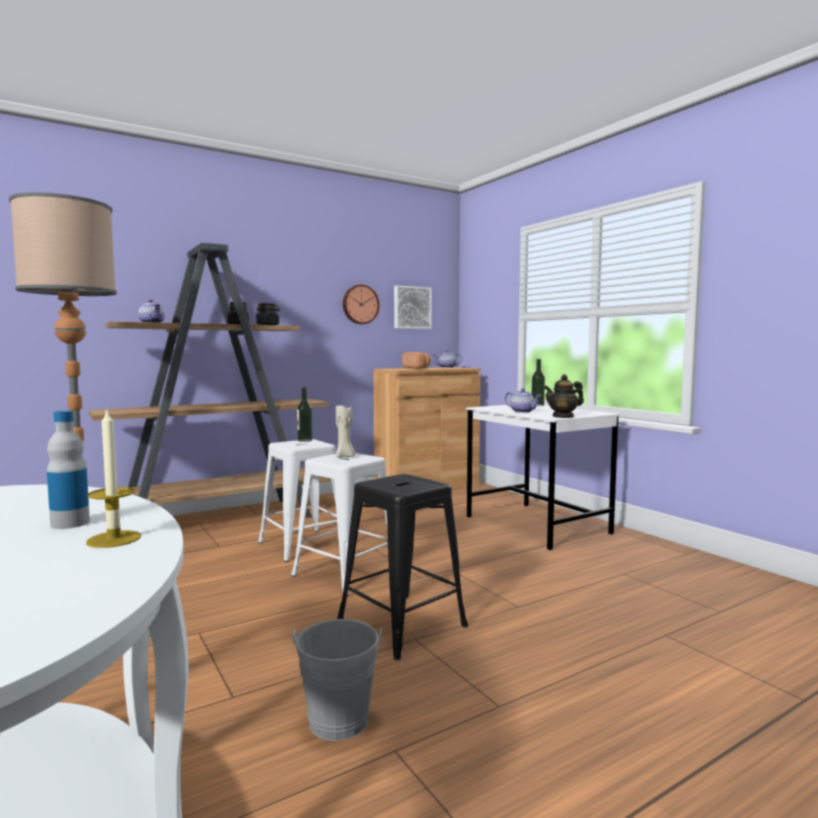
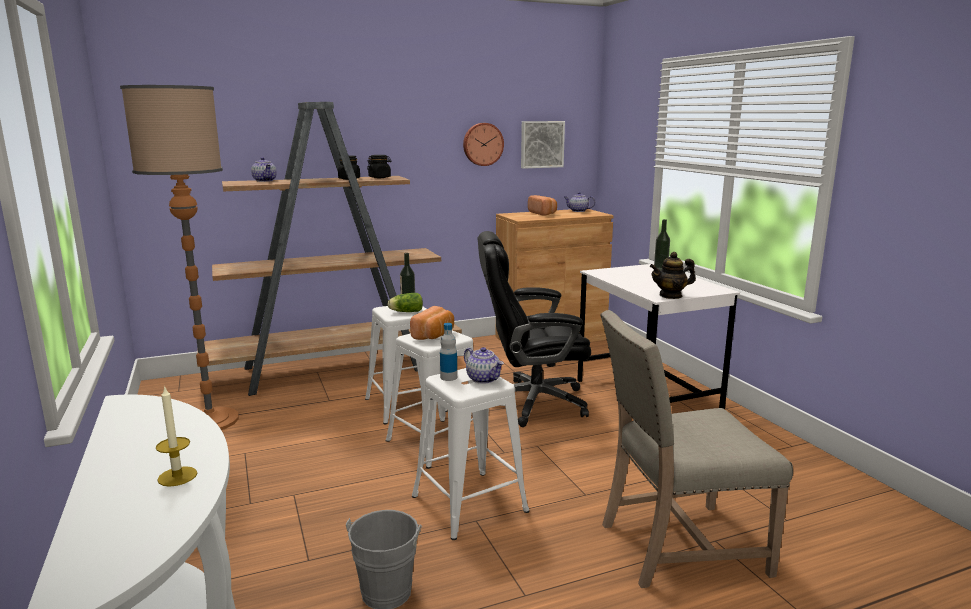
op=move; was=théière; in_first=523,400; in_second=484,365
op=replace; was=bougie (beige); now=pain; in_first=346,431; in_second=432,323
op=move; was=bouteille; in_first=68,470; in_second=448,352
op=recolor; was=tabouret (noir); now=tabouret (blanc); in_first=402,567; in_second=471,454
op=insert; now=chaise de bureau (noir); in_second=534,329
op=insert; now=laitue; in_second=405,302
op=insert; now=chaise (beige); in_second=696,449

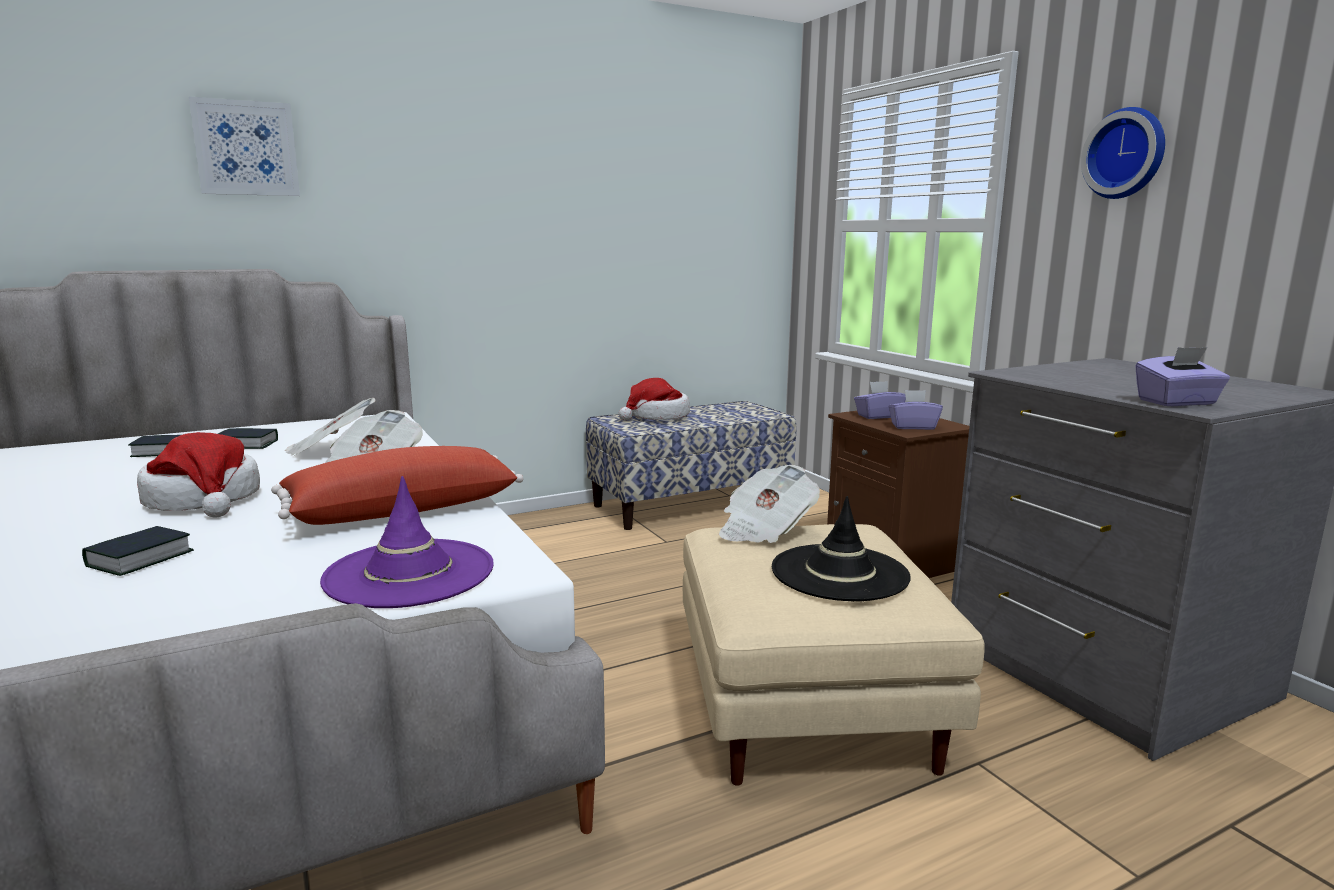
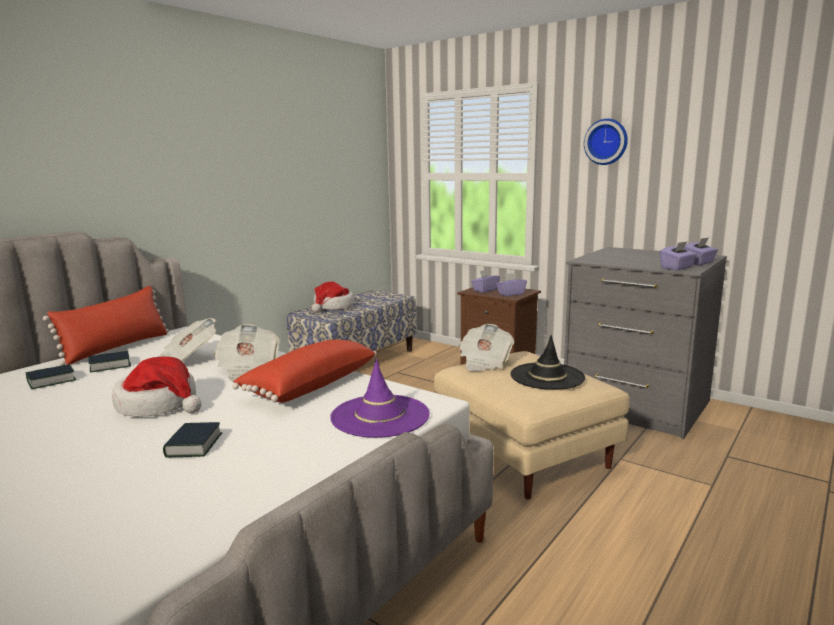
op=delete; was=tableau; in_first=244,146
op=insert; now=boîte à mouchoirs (violet); in_second=701,251
op=insert; now=coussin (rouge); in_second=106,326

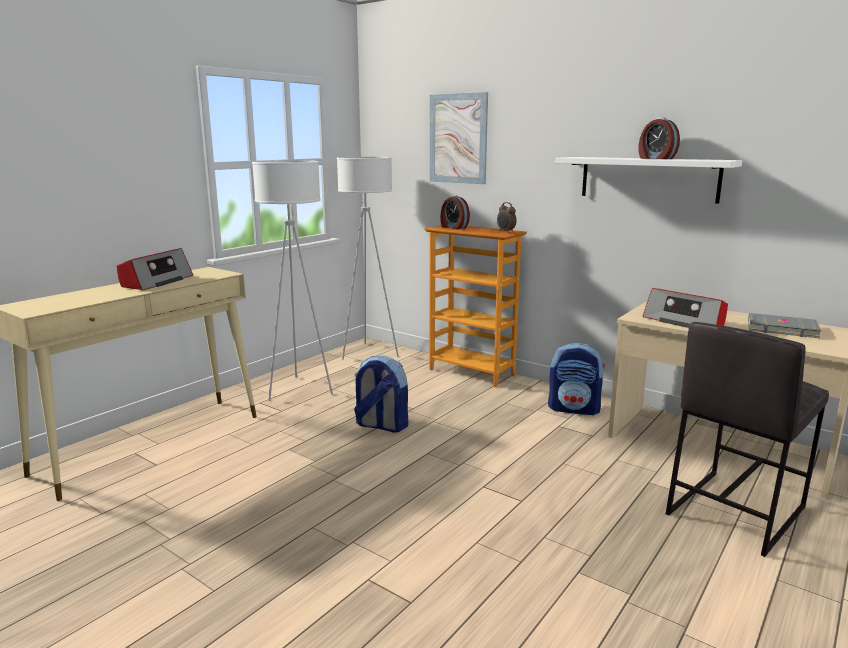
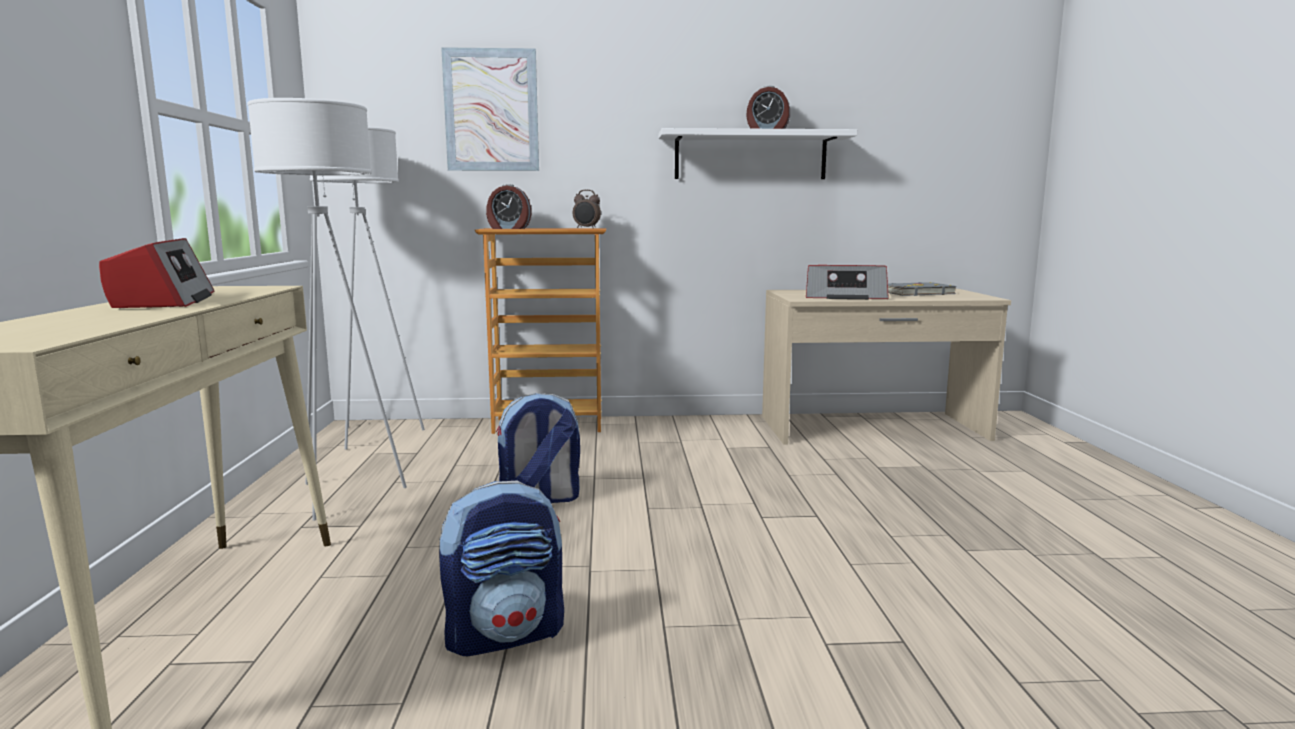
op=delete; was=tabouret (gris); in_first=747,439
op=move; was=sac à dos; in_first=576,379; in_second=501,568

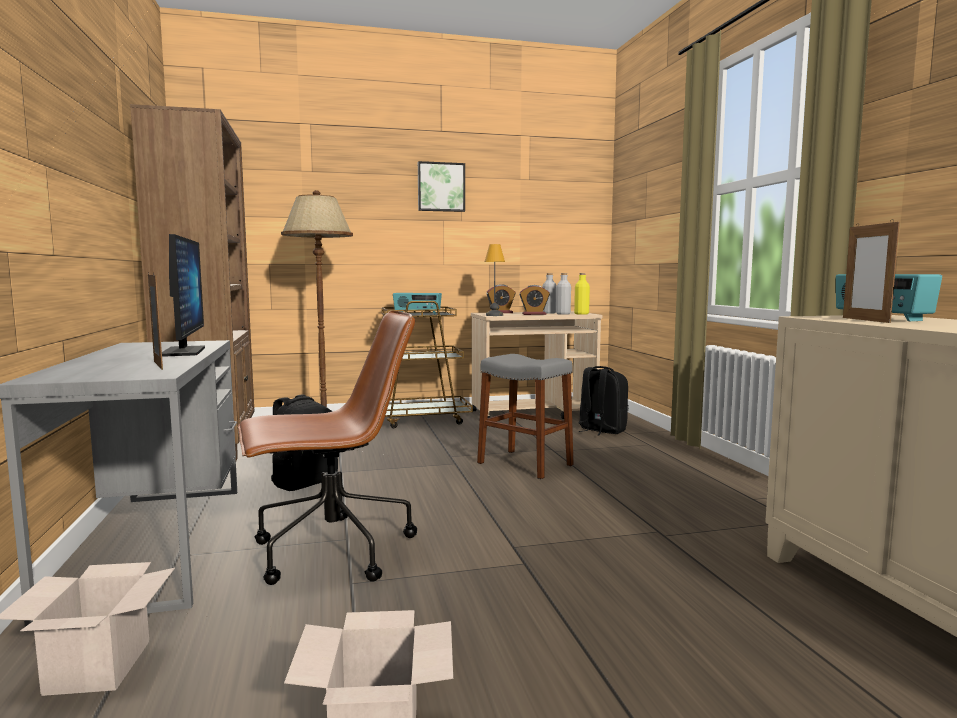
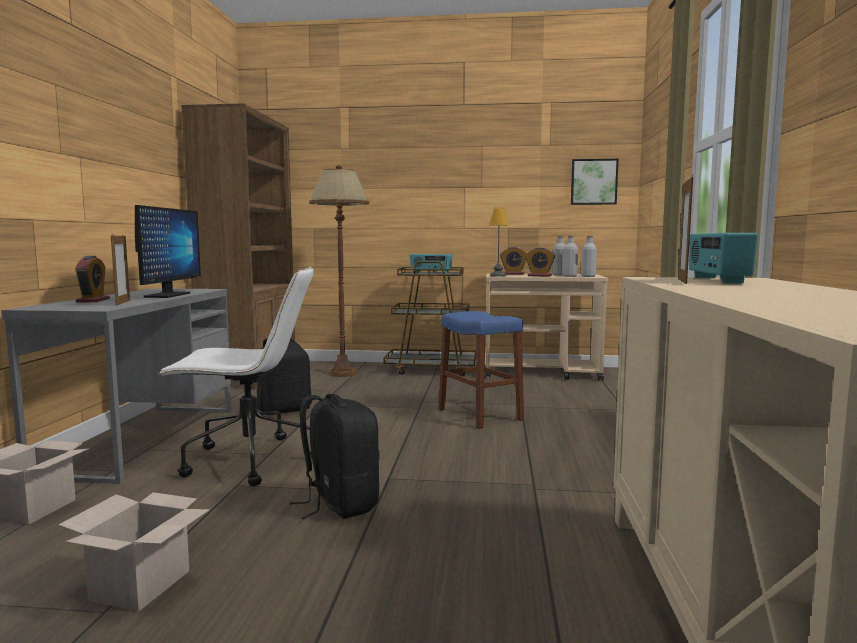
op=move; was=tableau; in_first=441,186; in_second=595,182
op=recolor; was=bouteille (jaune); now=bouteille (gris); in_first=582,294; in_second=589,256
op=recolor; was=chaise de bureau (marron); now=chaise de bureau (blanc); in_first=327,448; in_second=235,376
op=recolor; was=tabouret (gris); now=tabouret (bleu); in_first=525,416; in_second=481,370
op=move; was=sac à dos (noir); in_first=603,401; in_second=334,456
op=insert; now=réveil; in_second=92,279

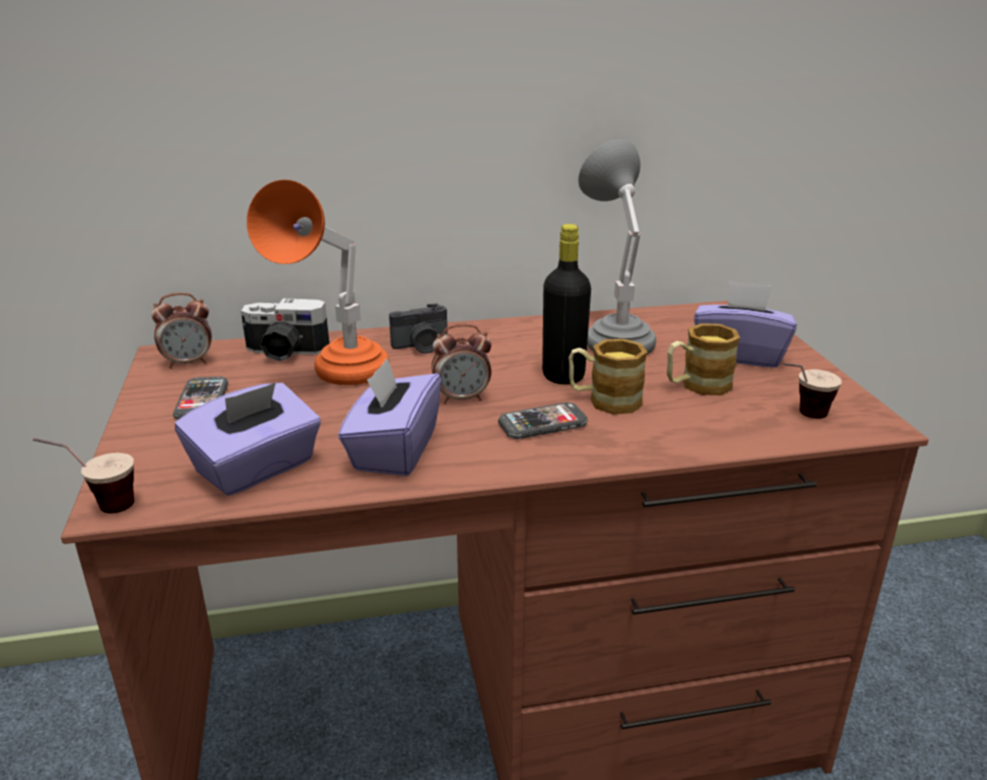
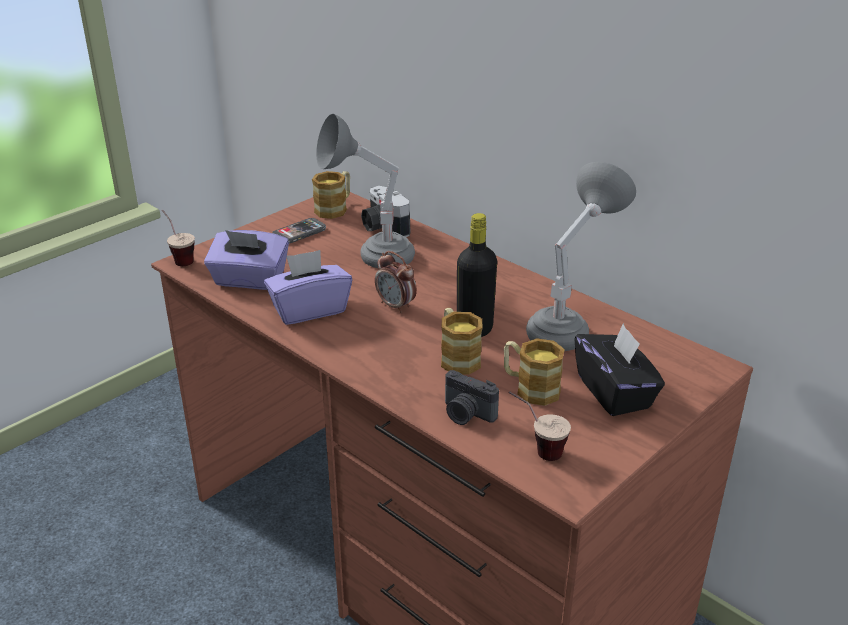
op=recolor; was=lampe de table (orange); now=lampe de table (gris); in_first=318,282; in_second=365,191
op=recolor; was=boîte à mouchoirs (violet); now=boîte à mouchoirs (noir); in_first=745,324; in_second=619,369
op=replace; was=réveil; now=mug; in_first=181,330; in_second=331,195
op=move; was=appareil photo; in_first=418,328; in_second=472,397
op=delete; was=téléphone; in_first=543,420

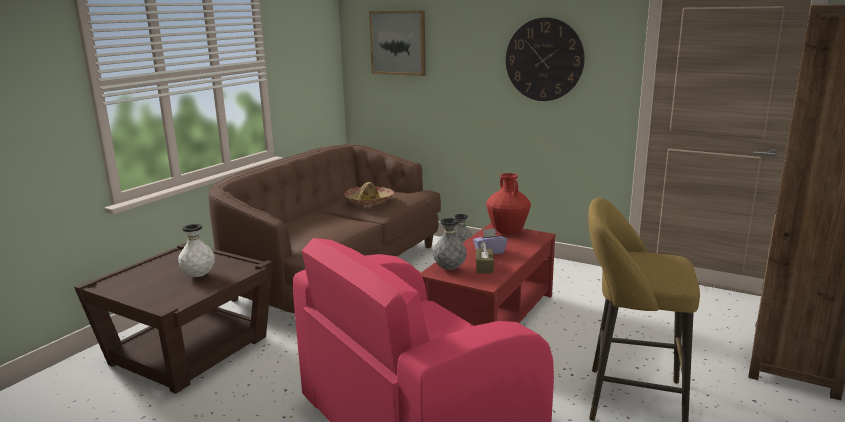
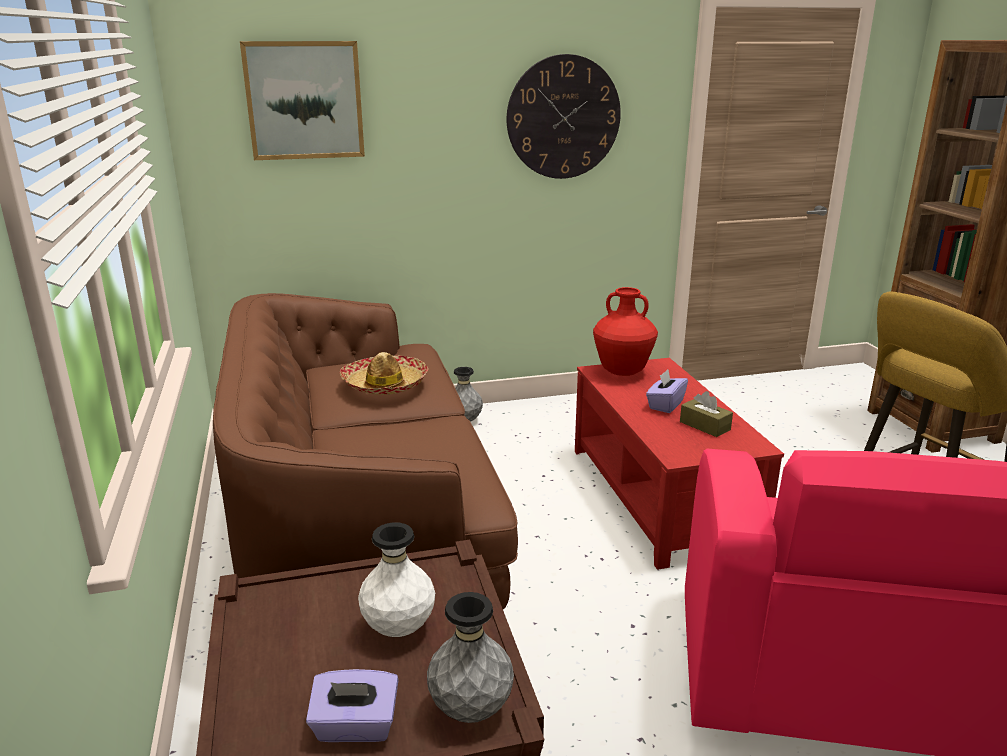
op=move; was=vase (gris); in_first=450,244; in_second=470,657
op=insert; now=boîte à mouchoirs (violet); in_second=352,705

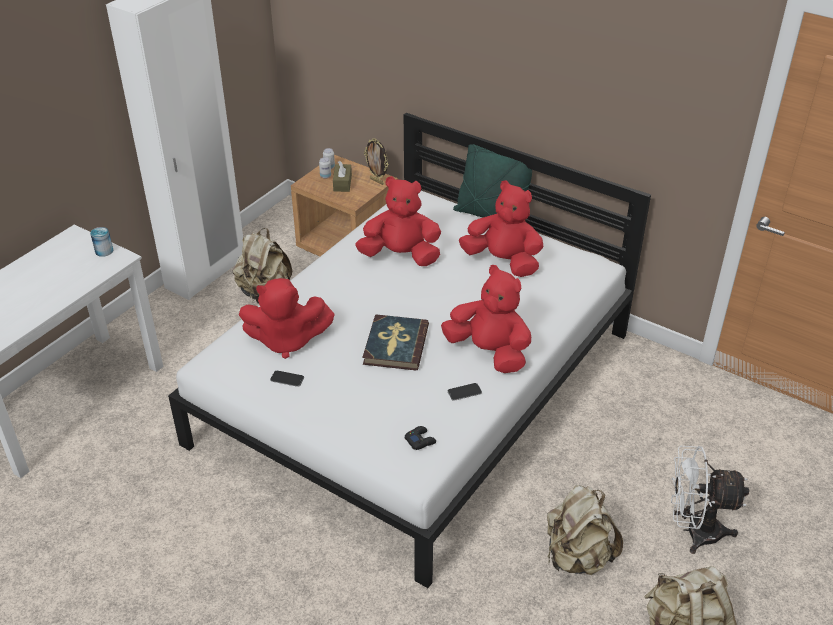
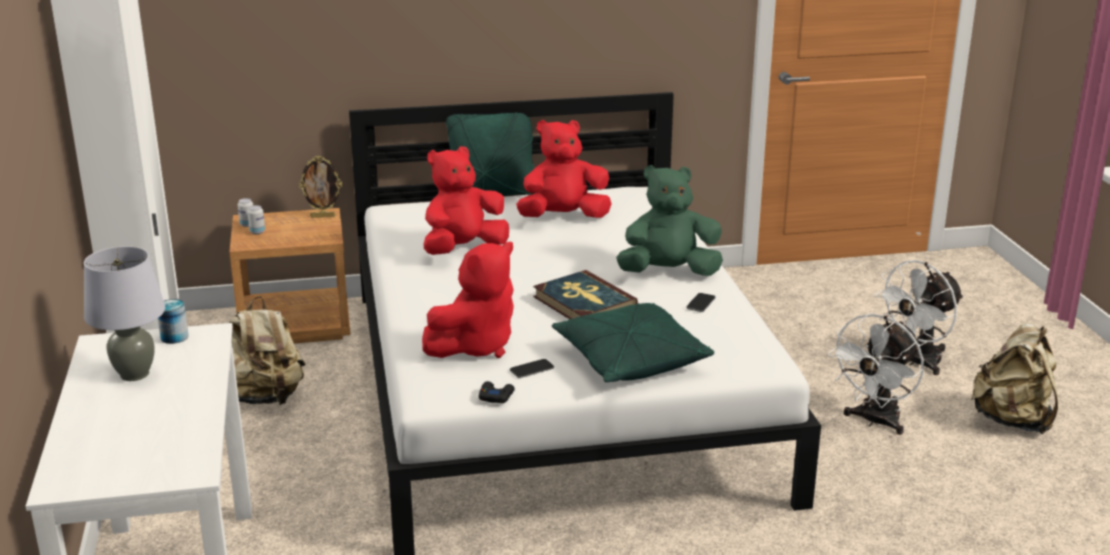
op=delete; was=boîte à mouchoirs (marron); in_first=342,176
op=recolor; was=peluche (rouge); now=peluche (vert); in_first=486,319; in_second=669,220
op=move; was=manette (noir); in_first=420,438; in_second=497,392
op=replace; was=sac à dos (beige); now=ventilateur (blanc); in_first=585,530; in_second=876,374
op=insert; now=lampe de table (gris); in_second=124,313
op=insert; now=coussin (vert); in_second=633,342

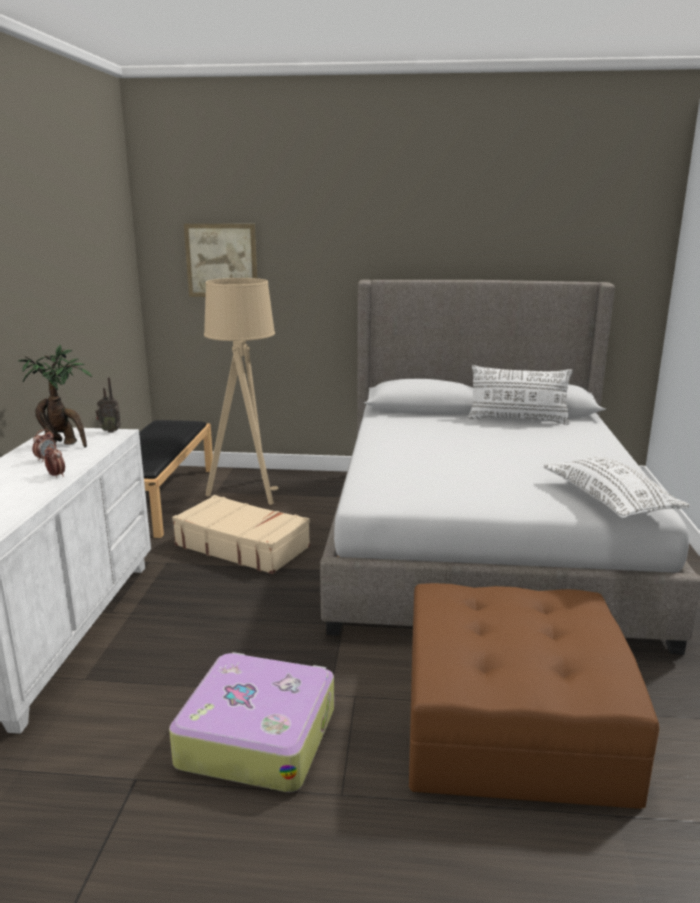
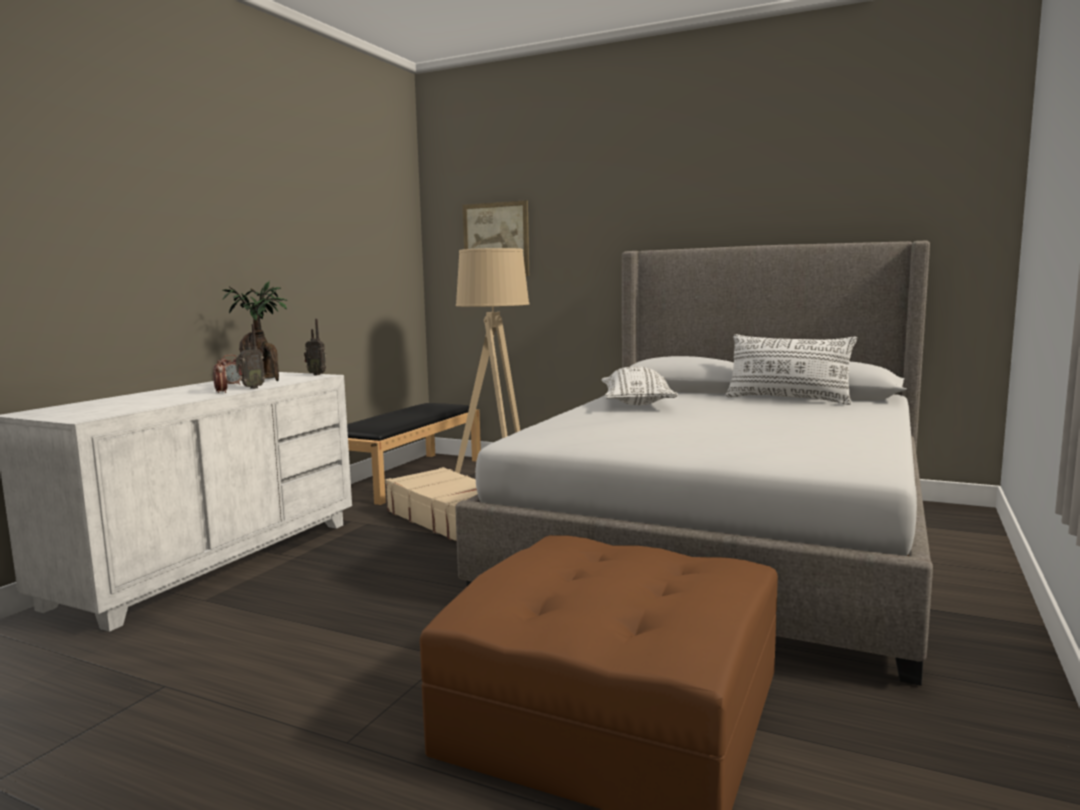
op=move; was=coussin (blanc); in_first=616,487; in_second=639,385
op=delete; was=valise; in_first=251,722
op=insert; now=radio; in_second=250,356

